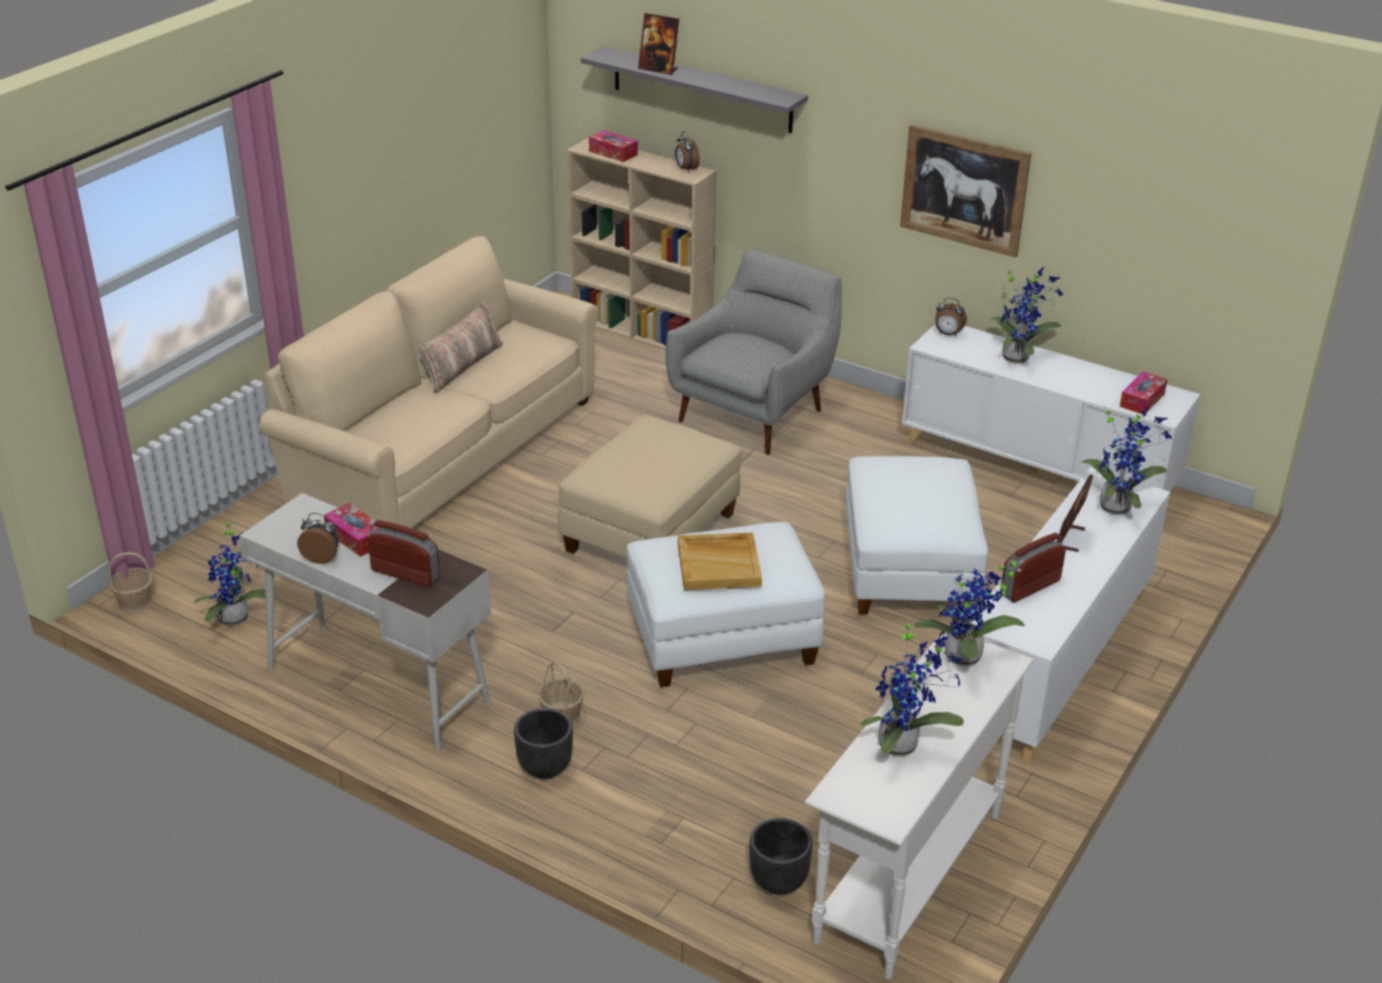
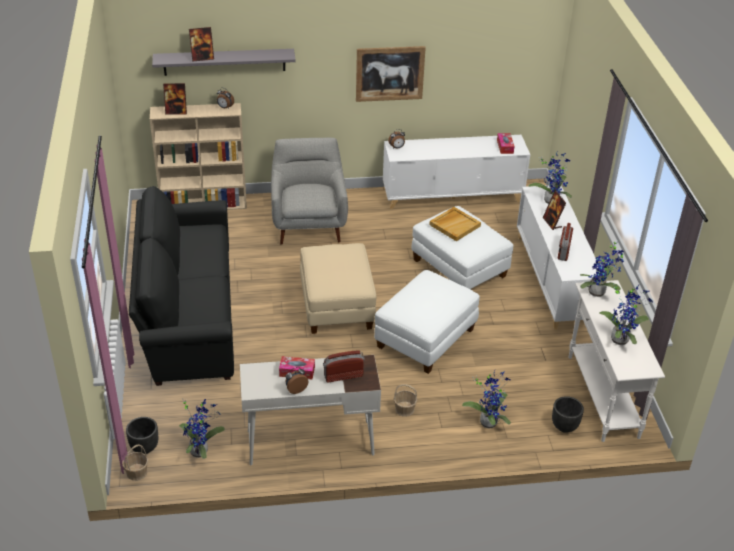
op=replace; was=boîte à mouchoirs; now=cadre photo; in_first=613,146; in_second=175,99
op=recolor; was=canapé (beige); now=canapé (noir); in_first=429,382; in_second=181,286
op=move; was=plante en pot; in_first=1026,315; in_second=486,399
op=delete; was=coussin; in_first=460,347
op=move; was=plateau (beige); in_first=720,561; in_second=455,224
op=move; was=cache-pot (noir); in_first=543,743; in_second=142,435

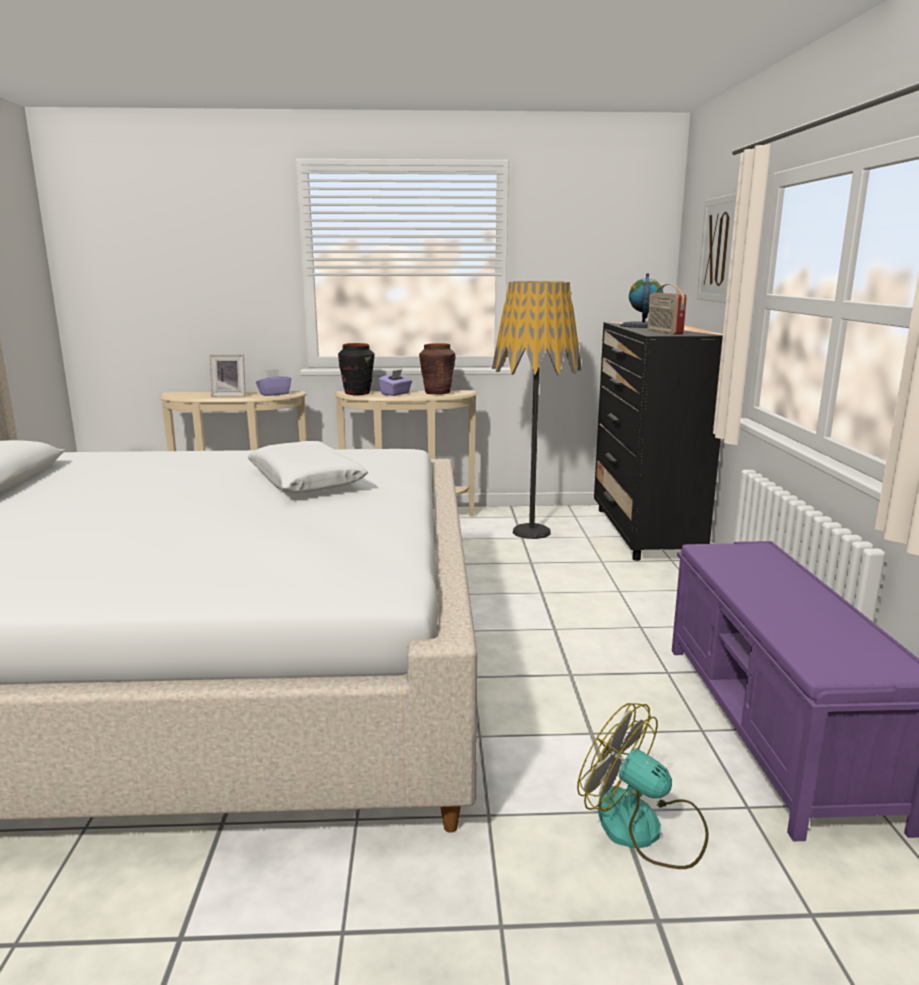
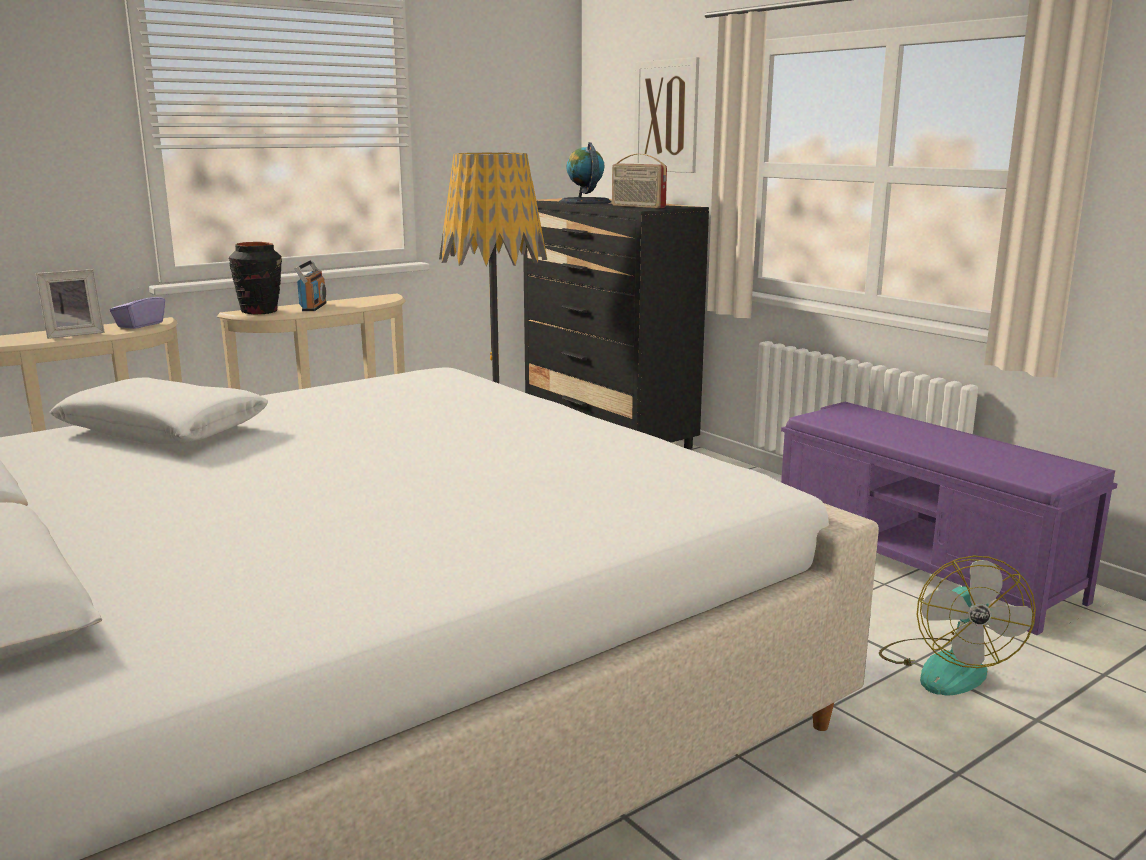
op=delete; was=vase (marron); in_first=437,368
op=replace; was=boîte à mouchoirs (violet); now=radio; in_first=395,383; in_second=311,285
op=move; was=coussin (blanc); in_first=307,467; in_second=159,411
op=rotate; was=ventilateur; in_first=643,786; in_second=957,625; clockwise=-90

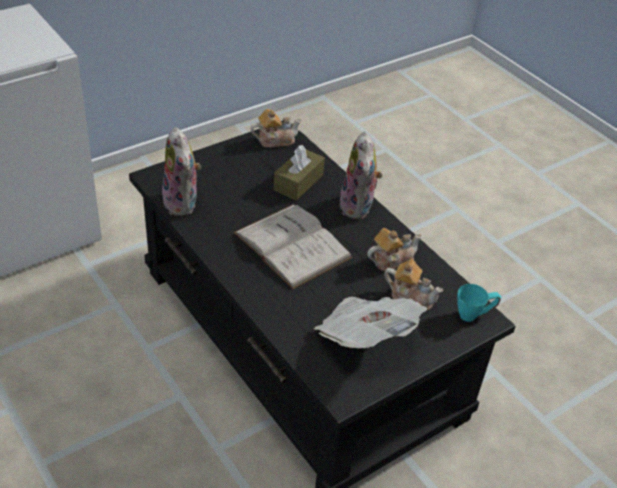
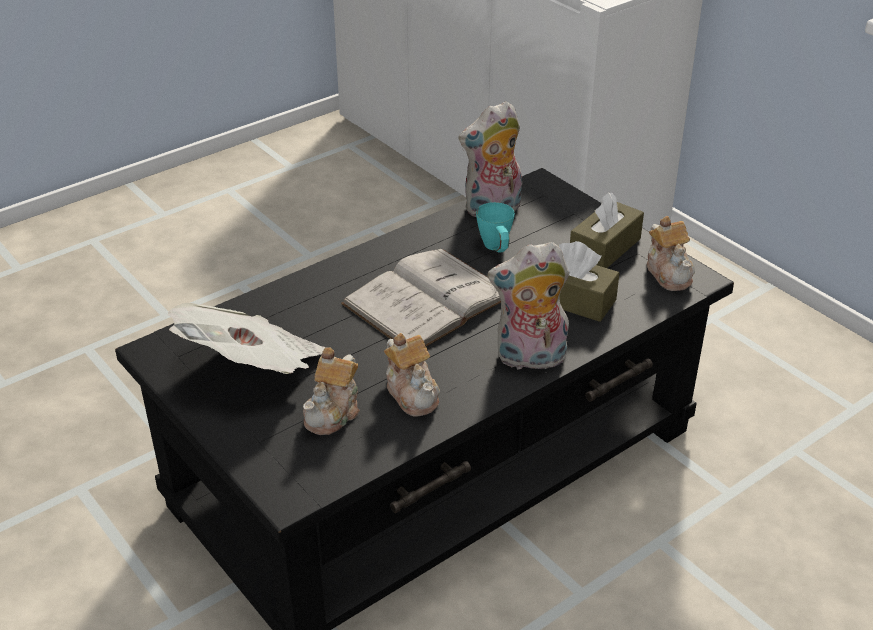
op=move; was=mug (turquoise); in_first=479,303; in_second=495,227
op=insert; now=boîte à mouchoirs (marron); in_second=607,230

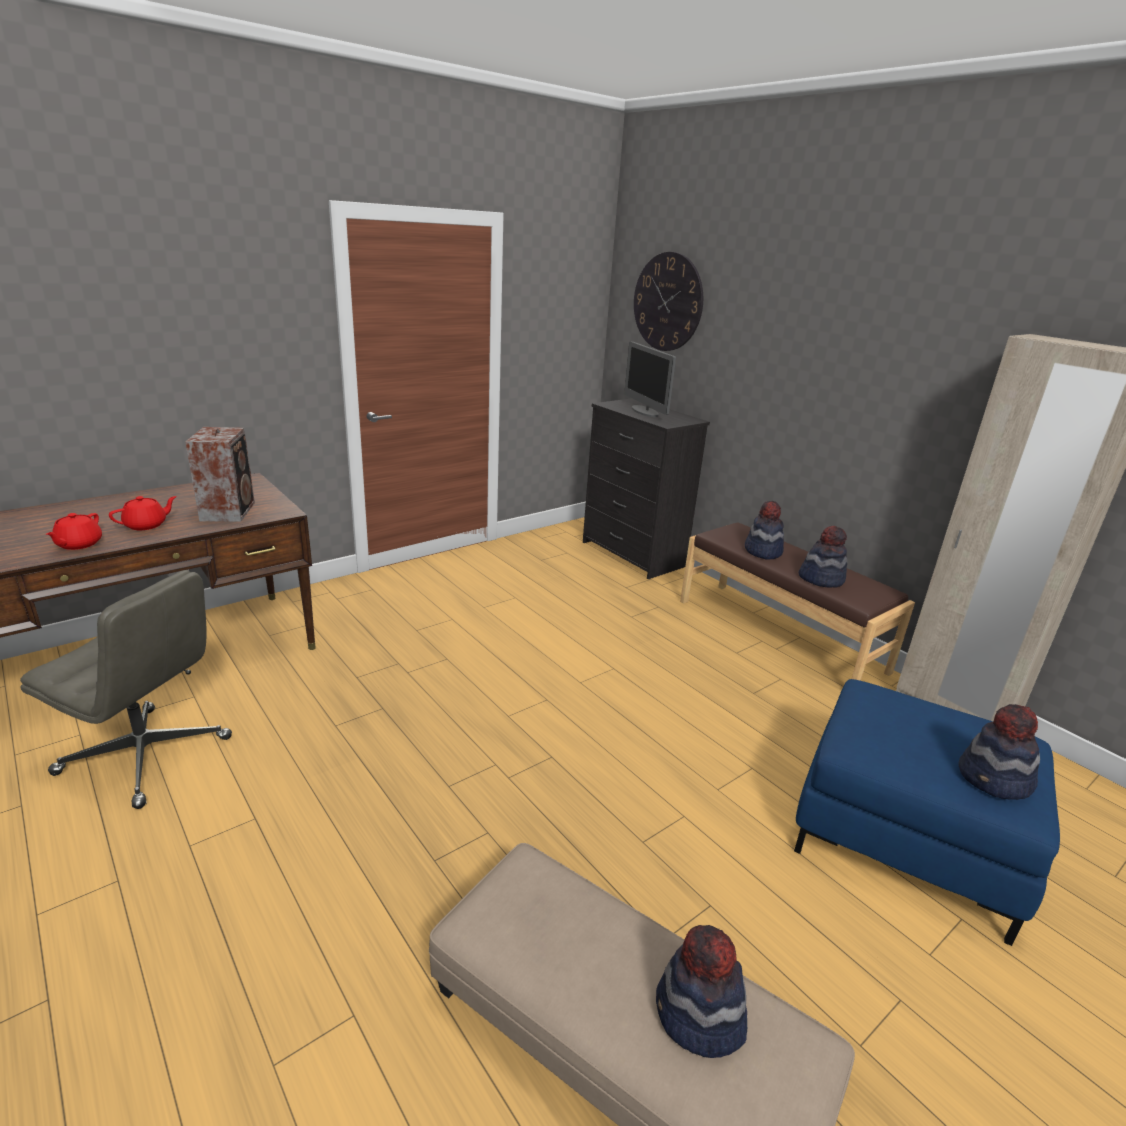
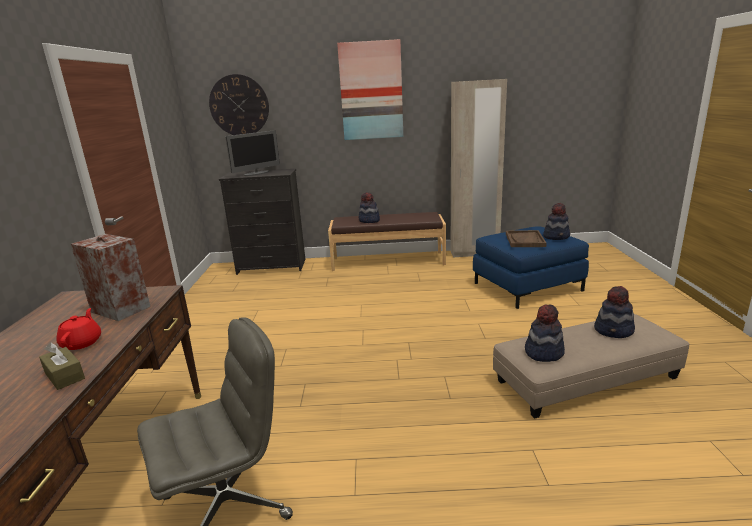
op=rotate; was=écran d'ordinateur; in_first=650,379; in_second=252,153; clockwise=-60
op=replace; was=théière (rouge); now=boîte à mouchoirs (marron); in_first=74,531; in_second=62,366
op=move; was=chapeau; in_first=823,557; in_second=545,333
op=insert; now=tableau; in_second=370,89
op=insert; now=plateau (marron); in_second=526,238

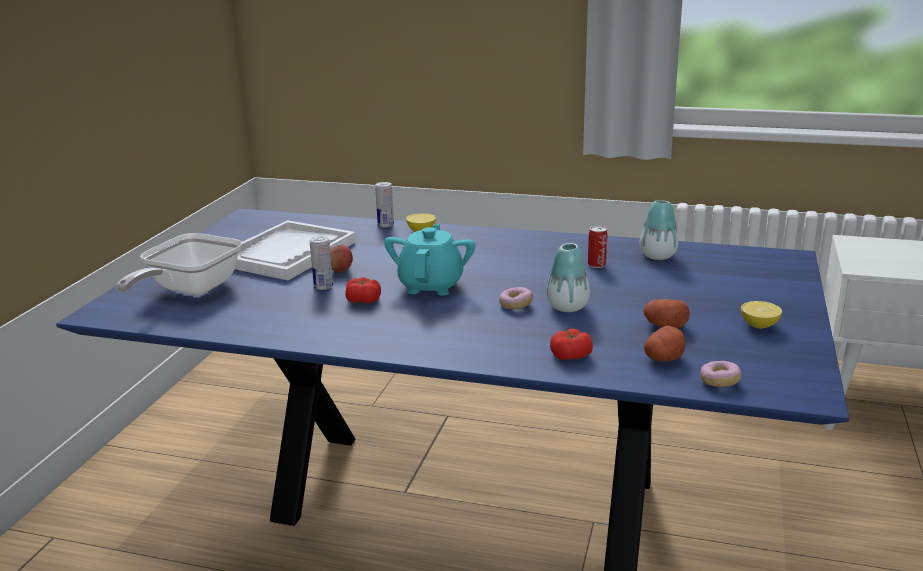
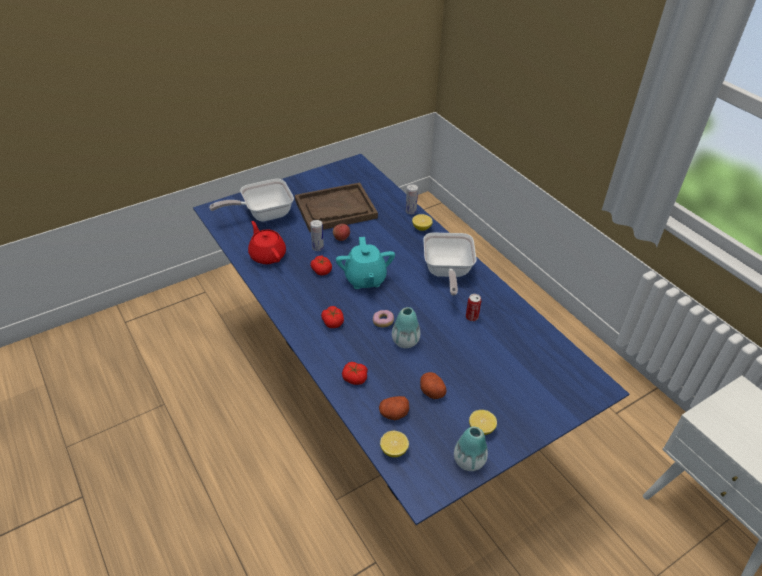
op=move; was=vase; in_first=659,230; in_second=471,449
op=recolor; was=plateau (blanc); now=plateau (marron); in_first=295,250; in_second=336,207
op=rotate; was=théière (turquoise); in_first=429,260; in_second=365,263; clockwise=120
op=replace; was=beignet; now=citron; in_first=720,374; in_second=394,444
op=insert; now=théière (rouge); in_second=267,242
op=insert; now=poêle; in_second=449,264
op=insert; now=tomate; in_second=332,317

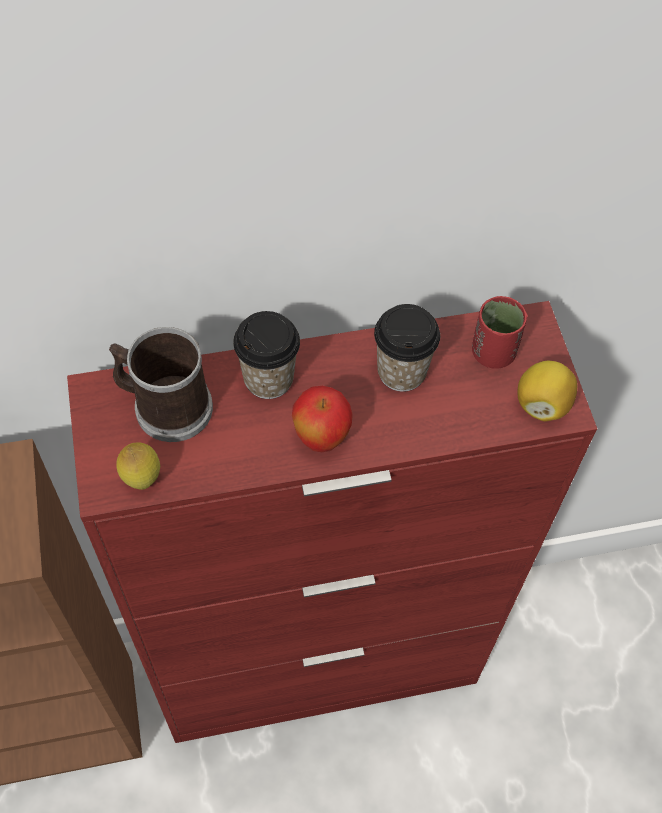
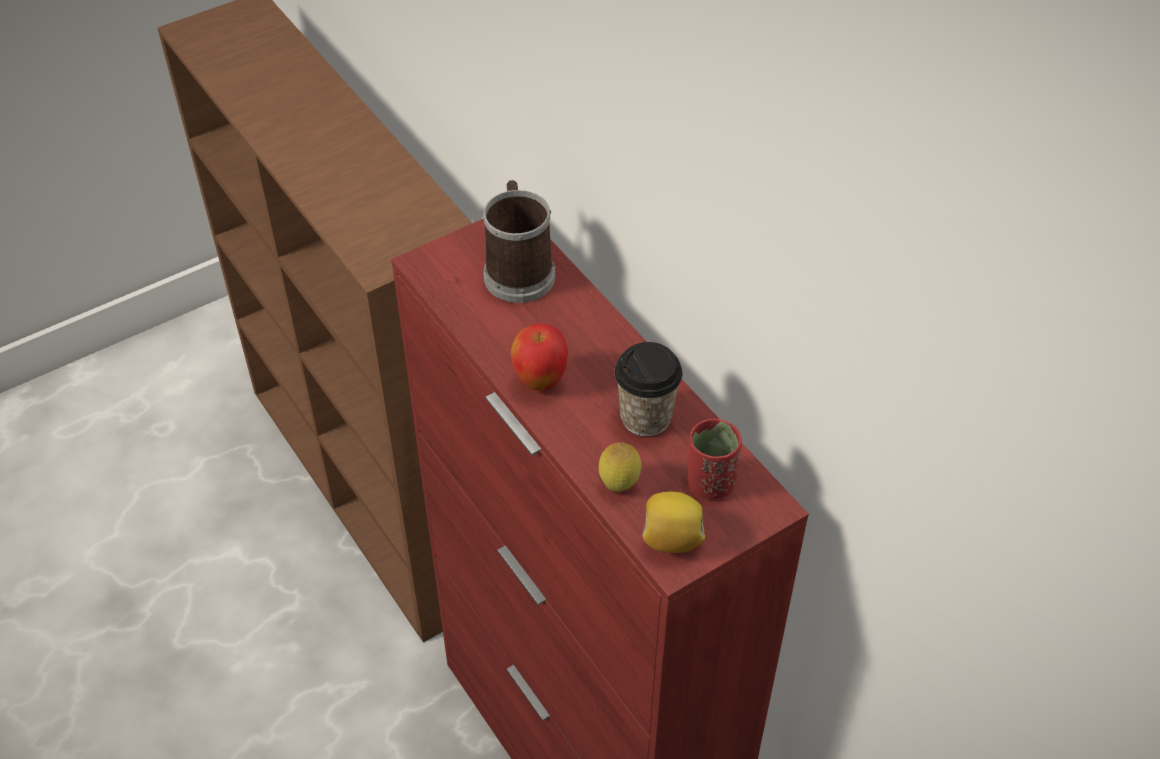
op=delete; was=tasse; in_first=266,355
op=move; was=citron; in_first=138,466; in_second=620,467

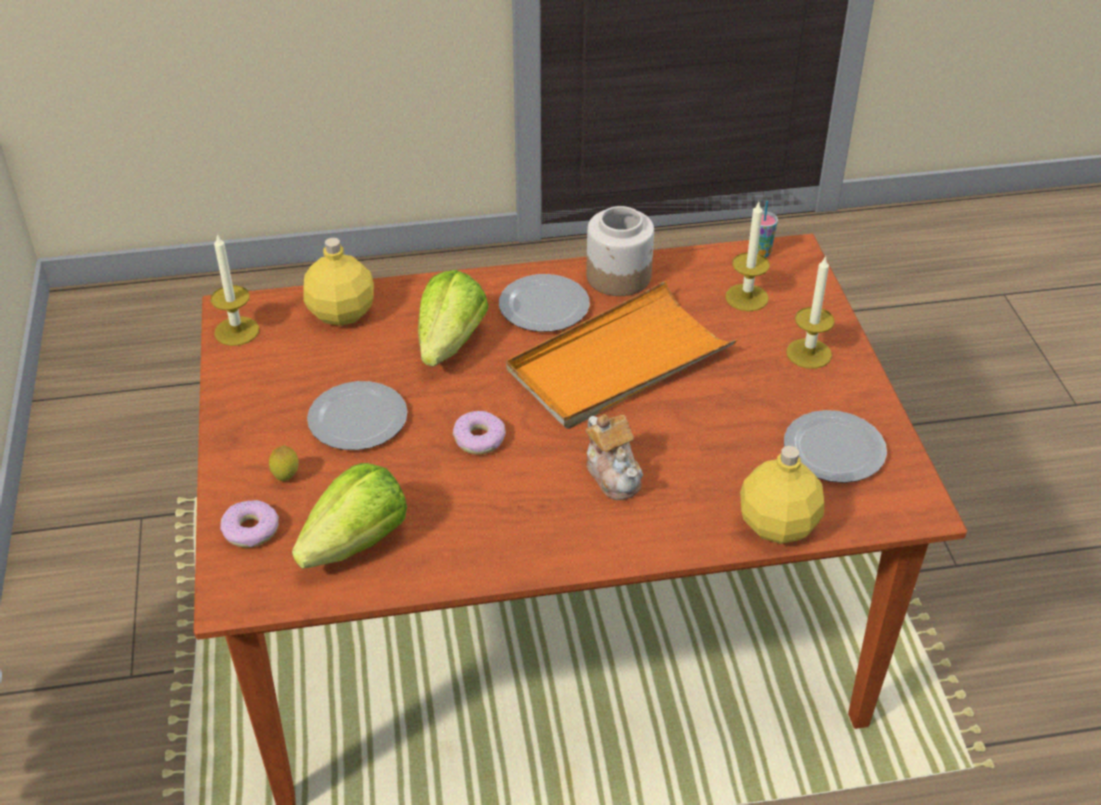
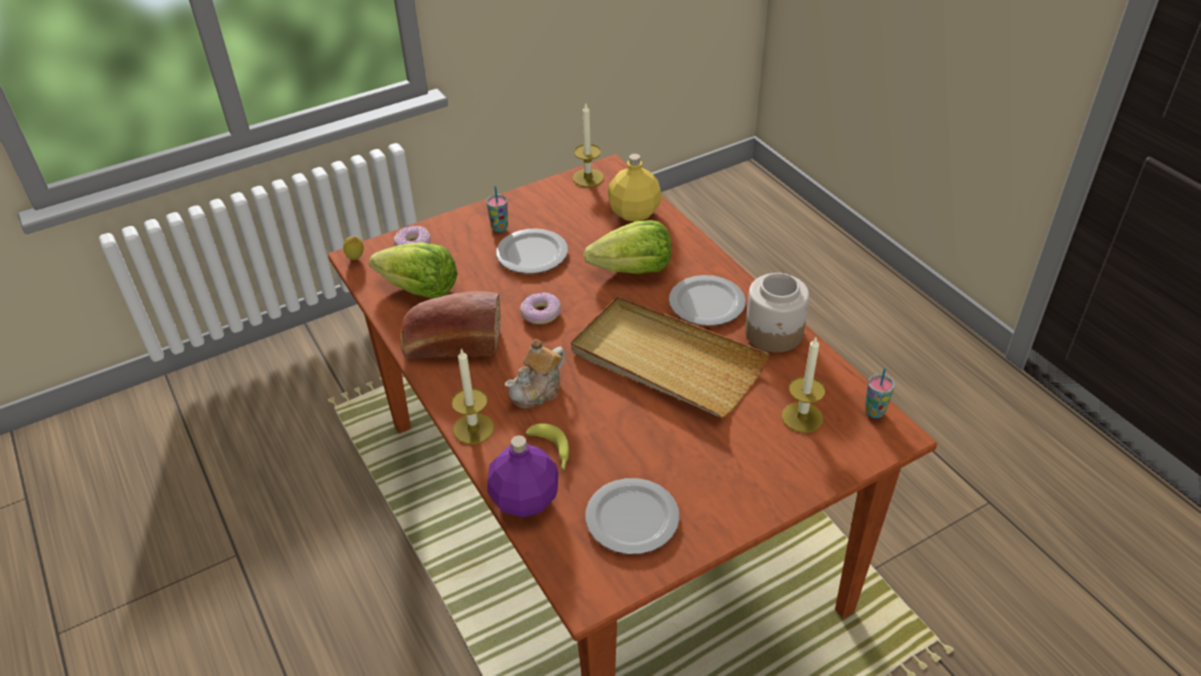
op=move; was=bougie; in_first=810,312; in_second=472,396
op=recolor; was=plateau (orange); now=plateau (beige); in_first=622,355; in_second=670,357
op=move; was=citron; in_first=284,463; in_second=353,248
op=recolor; was=bouteille (jaune); now=bouteille (violet); in_first=782,495; in_second=522,476
op=insert; now=tasse; in_second=497,209
op=insert; now=pain; in_second=450,325
op=insert; now=banane; in_second=547,446

